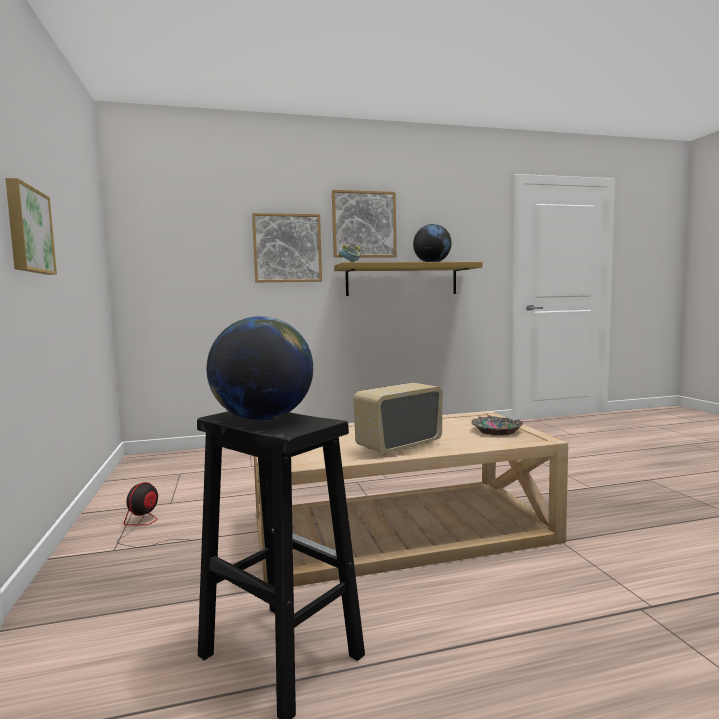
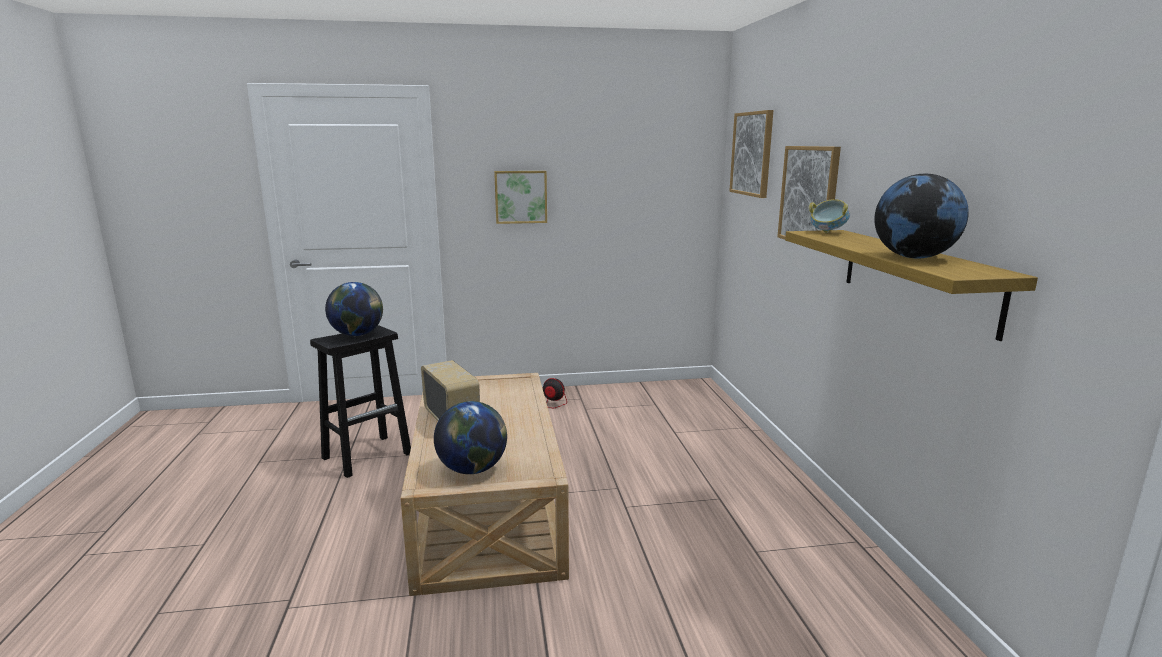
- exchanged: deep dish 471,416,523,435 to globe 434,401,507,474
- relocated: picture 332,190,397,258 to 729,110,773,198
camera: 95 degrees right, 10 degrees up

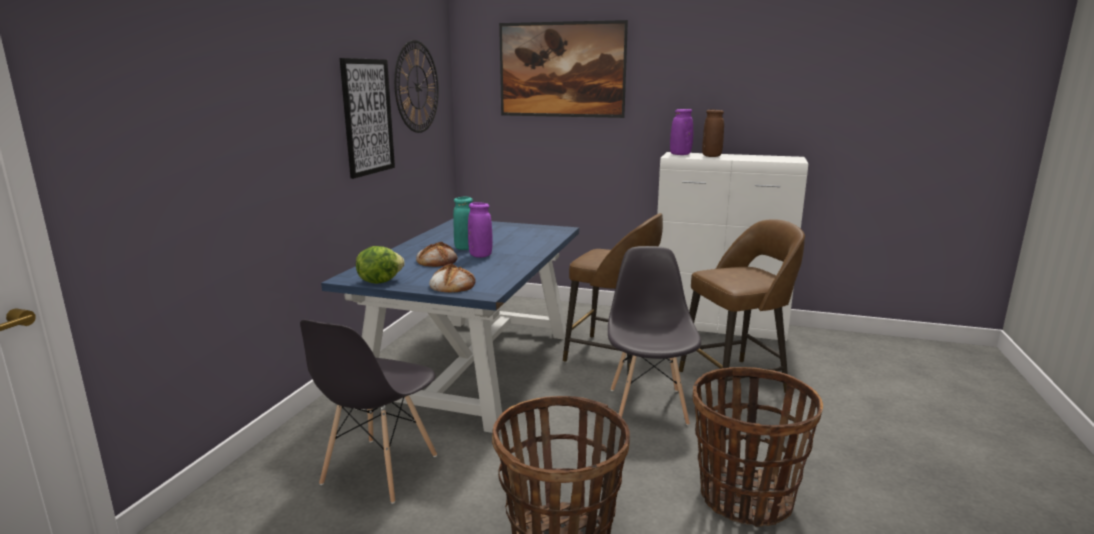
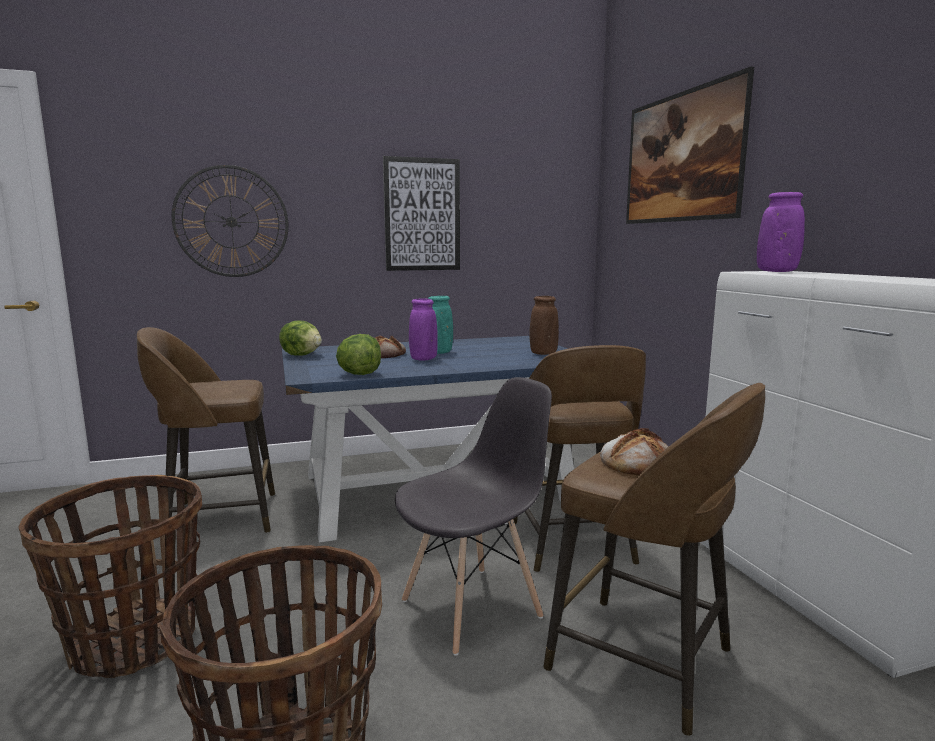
- exchanged: grey chair 300,320,437,504 to brownish sitting stool 137,327,275,533
- relocated: clock on the wall 394,40,439,133 to 172,165,288,277
- appeared: lettuce head 336,334,381,375
- relocated: brownish decorative vase 702,109,724,157 to 530,296,559,355
- relocated: bakery bread 429,263,476,293 to 600,428,668,476
camera: 55 degrees right, 5 degrees down

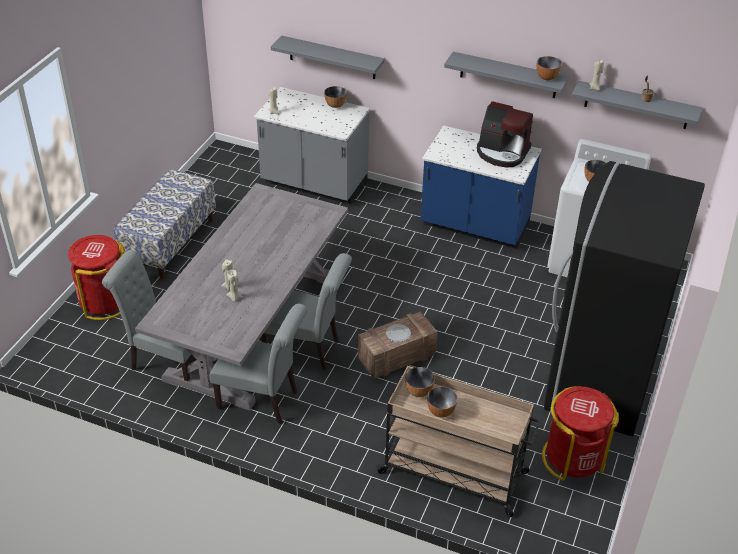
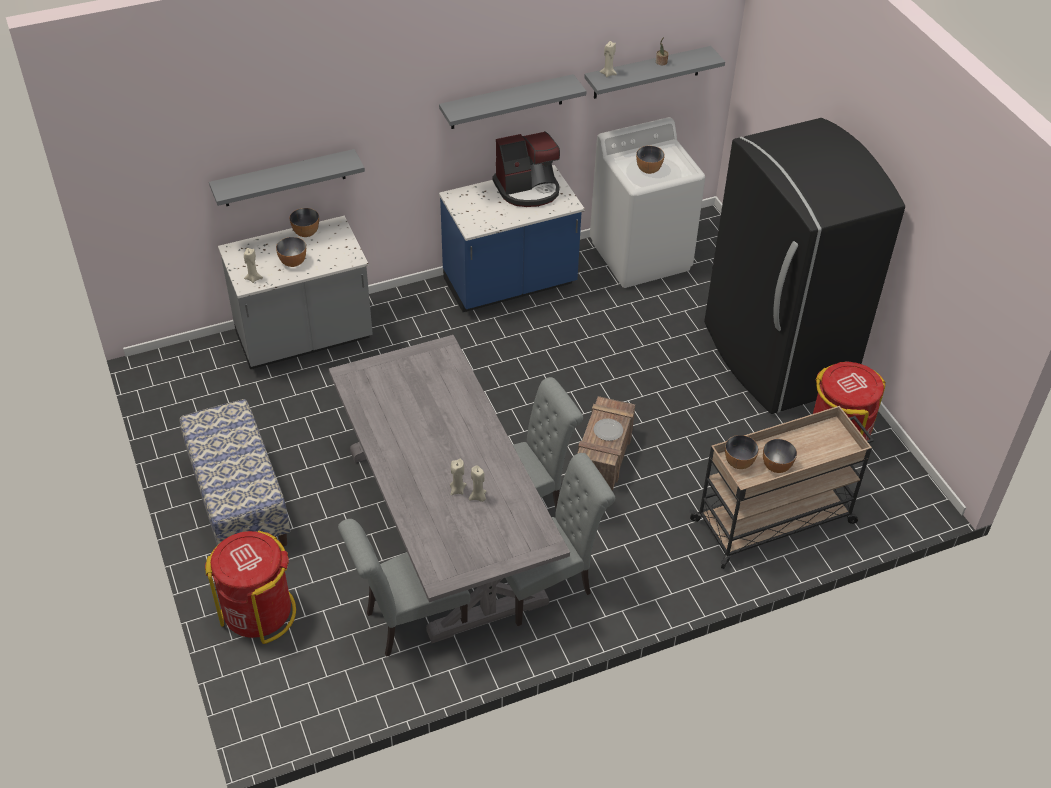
- relocated: deep dish 537,56,562,80 to 276,237,306,267
camera: 45 degrees left, 5 degrees up

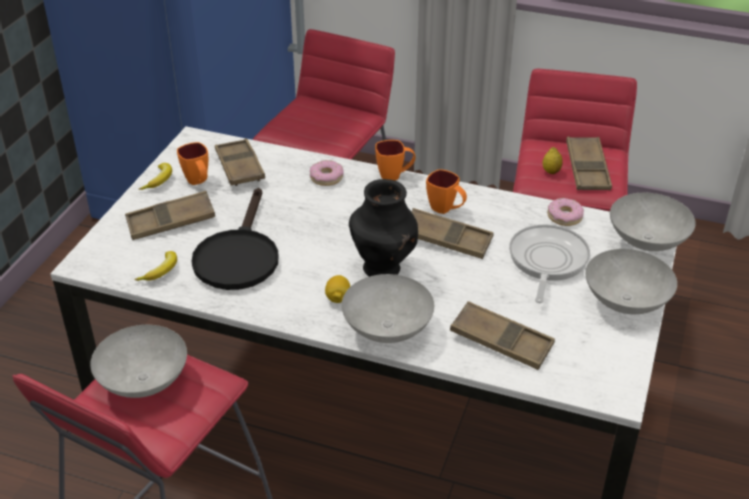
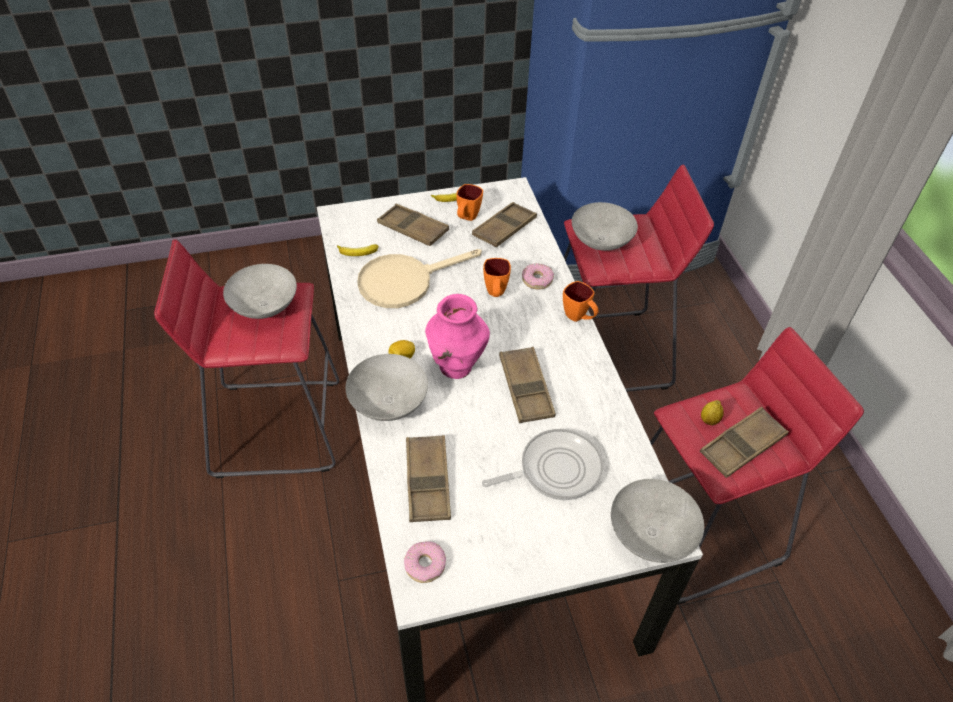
- colour: blackish pan 191,188,278,290 to sand-coloured pan 357,249,482,308
- relocated: doughnut 547,198,584,226 to 404,541,446,583
- colour: blackish decorative vase 349,179,418,277 to pink-coloured decorative vase 425,294,490,379
- relocated: orangey tea mug 426,169,467,214 to 483,258,511,297
- relocated: grey deep dish 586,249,677,314 to 572,202,638,251
camera: 55 degrees right, 10 degrees up

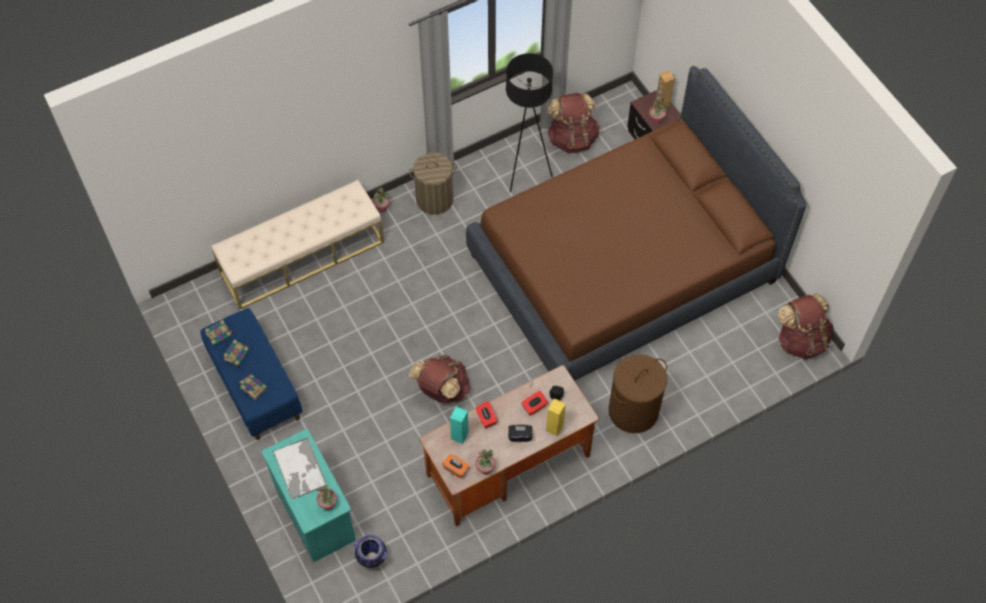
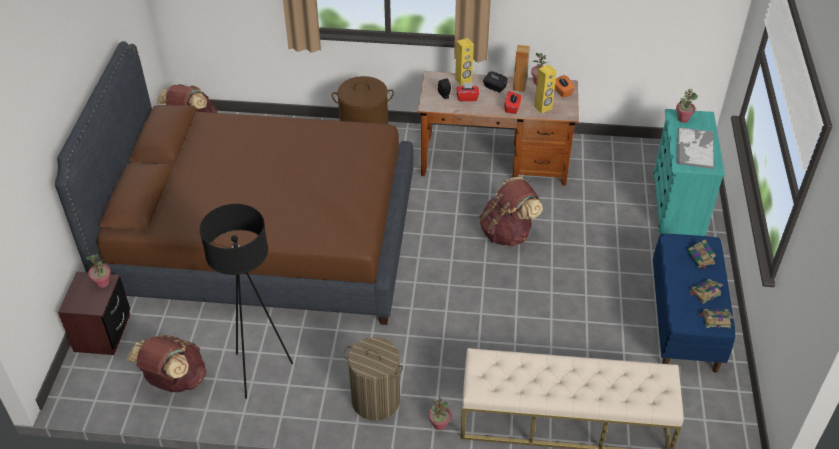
- relocated: brownish speaker 655,70,675,107 to 513,45,530,92
- colour: turquoise speaker 450,406,469,444 to yellow-coloured speaker 534,65,557,113
- missing: decorative vase 354,535,387,568
camera: 145 degrees left, 15 degrees down

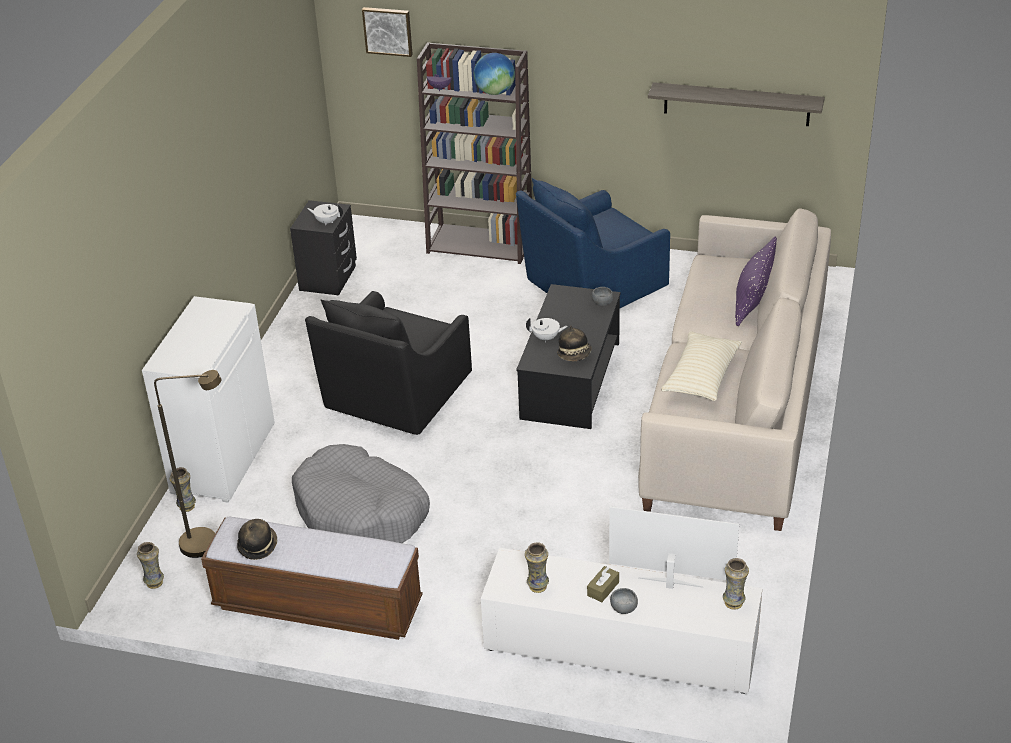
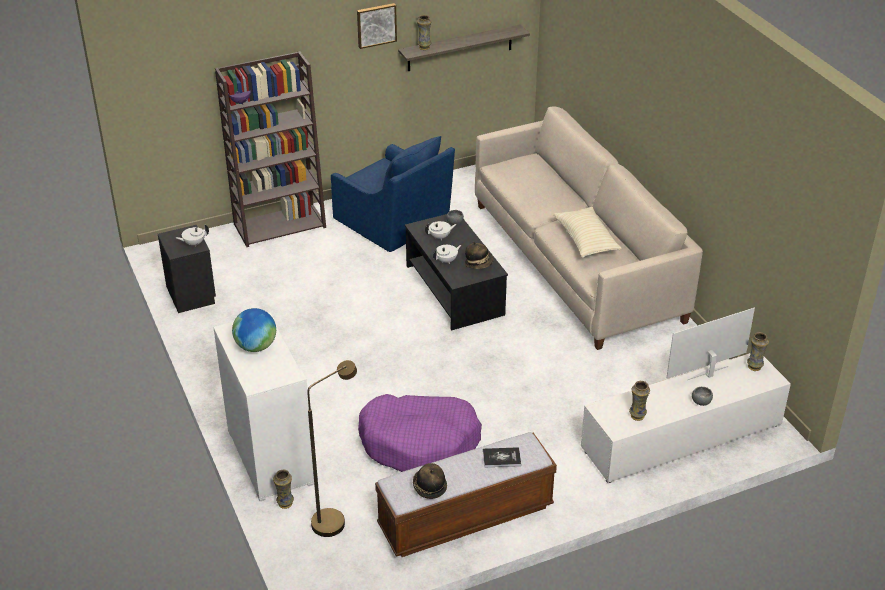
- relocated: globe 474,53,515,95 to 232,308,276,352
- spun: blue-coloured armchair 516,178,670,308 = 331,136,455,252 60 degrees counterclockwise
- relocated: picture 362,7,413,57 to 357,3,397,49
- colour: grey dog bed 292,444,430,543 to purple-coloured dog bed 358,394,482,472
- relocated: decorative vase 137,542,164,589 to 417,15,432,50
- appeared: white teapot 425,221,457,241
- appeared: book 483,447,521,467
- missing: blackish armchair 305,291,472,435
- missing: brownish box of tissues 587,566,619,602
- missing: purple-coloured pillow 735,237,777,326
camera: 40 degrees left, 0 degrees up

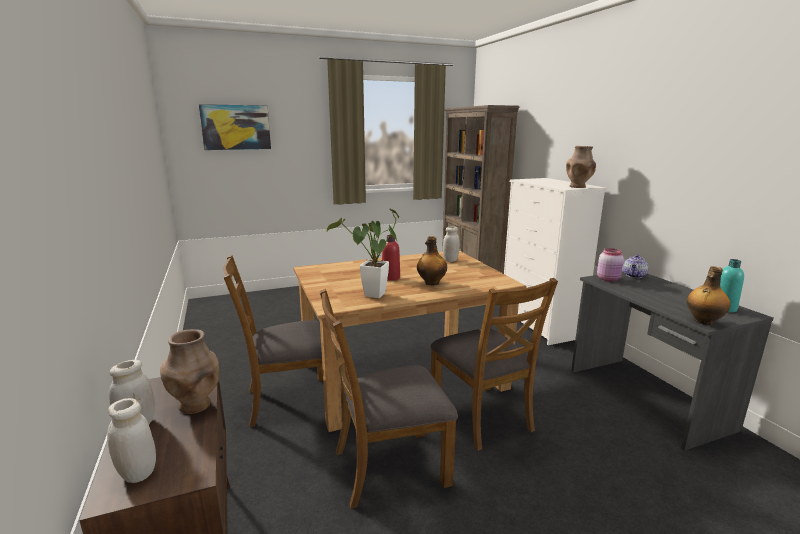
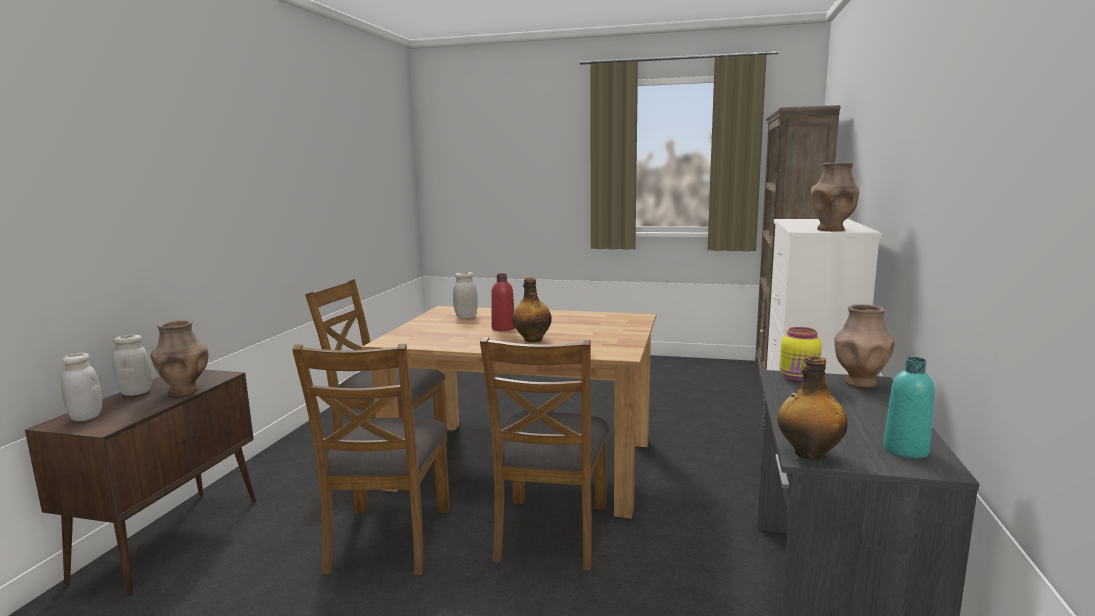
- spun: brownish chair 319,289,458,508 = 292,344,450,575 105 degrees counterclockwise
- relocated: white storage jar 443,226,460,262 to 453,272,478,318
- colour: pink-coloured storage jar 597,248,624,282 to yellow-coloured storage jar 780,327,822,383
- exchanged: teapot 623,255,649,278 to brownish decorative vase 835,304,895,389
- missing: picture 199,104,271,150
- missing: houseplant 327,209,399,298
camera: 35 degrees right, 5 degrees down

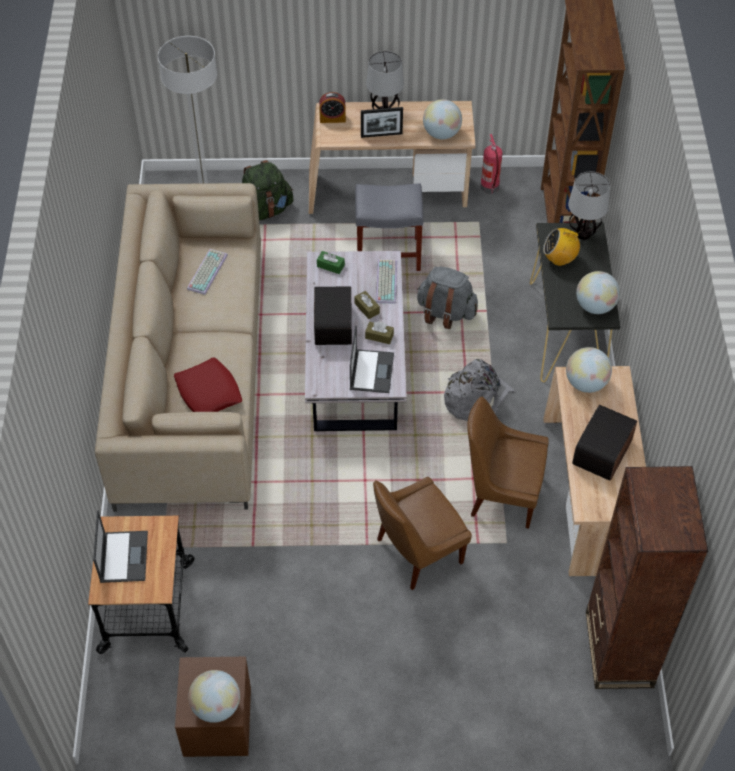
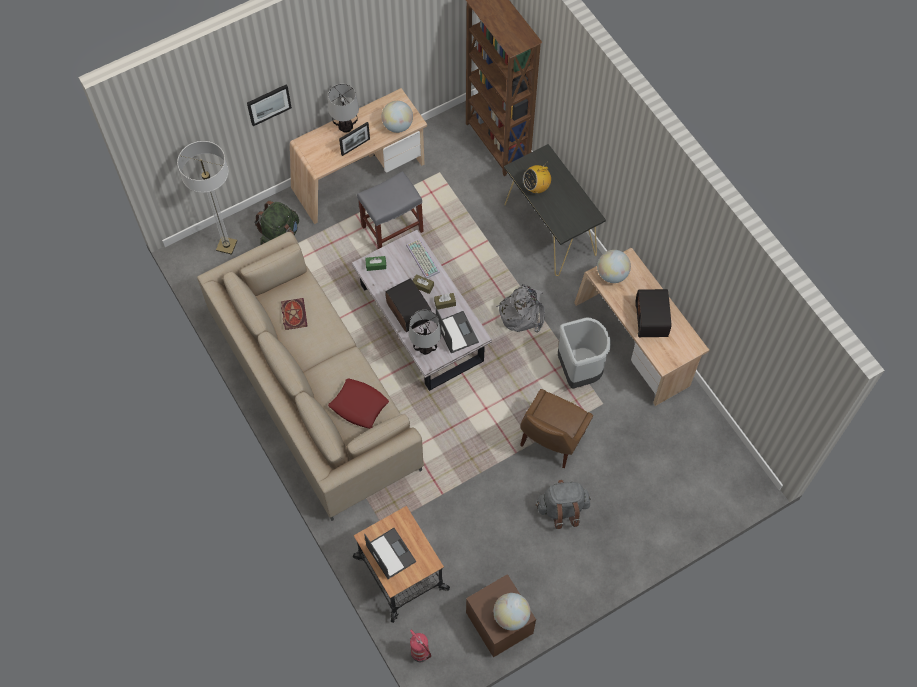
- appeared: picture 247,85,292,126
- exchanged: PC keyboard 187,249,228,295 to book 281,298,307,330
- relocated: tabletop lamp 568,171,610,240 to 409,310,441,355
- relocated: fire-fighting cylinder 481,134,502,194 to 410,630,431,662
- relocated: grey backpack 417,266,478,329 to 536,480,591,529
- exchanged: brownish chair 467,397,549,529 to grey trash can 558,317,611,389
- missing: alarm clock 319,92,346,123
- missing: globe 576,271,620,314
- missing: brownish shelving unit 586,466,708,689
camera: 30 degrees left, 10 degrees up

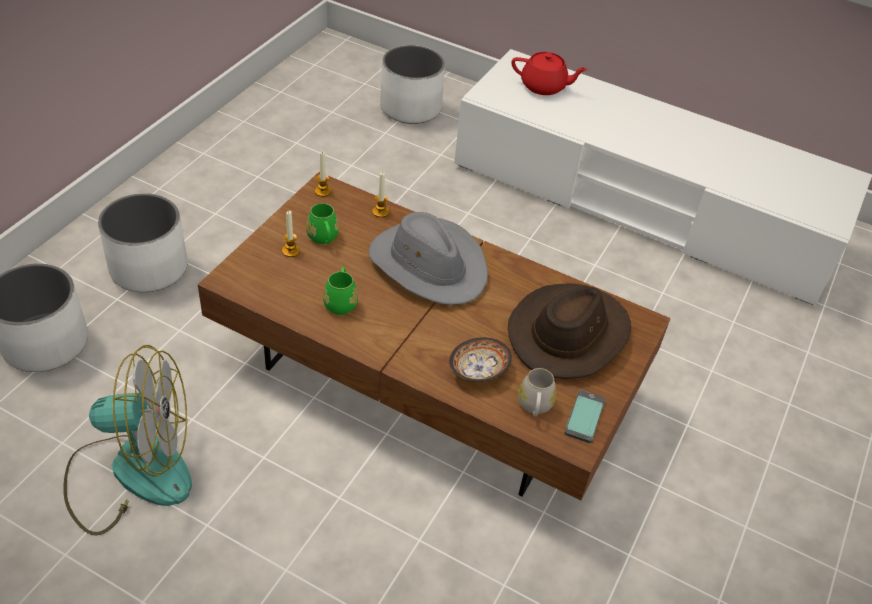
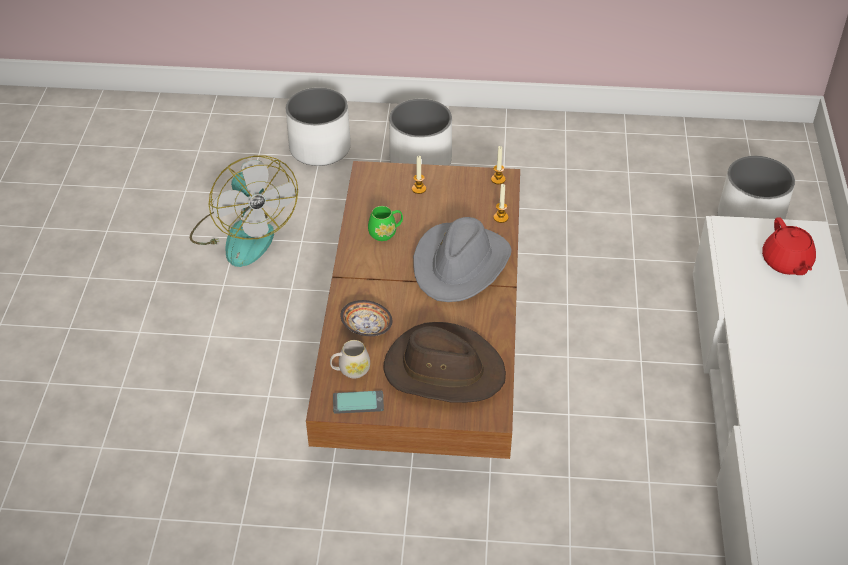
- missing: greenish tea mug 306,203,339,244
camera: 70 degrees right, 0 degrees up

